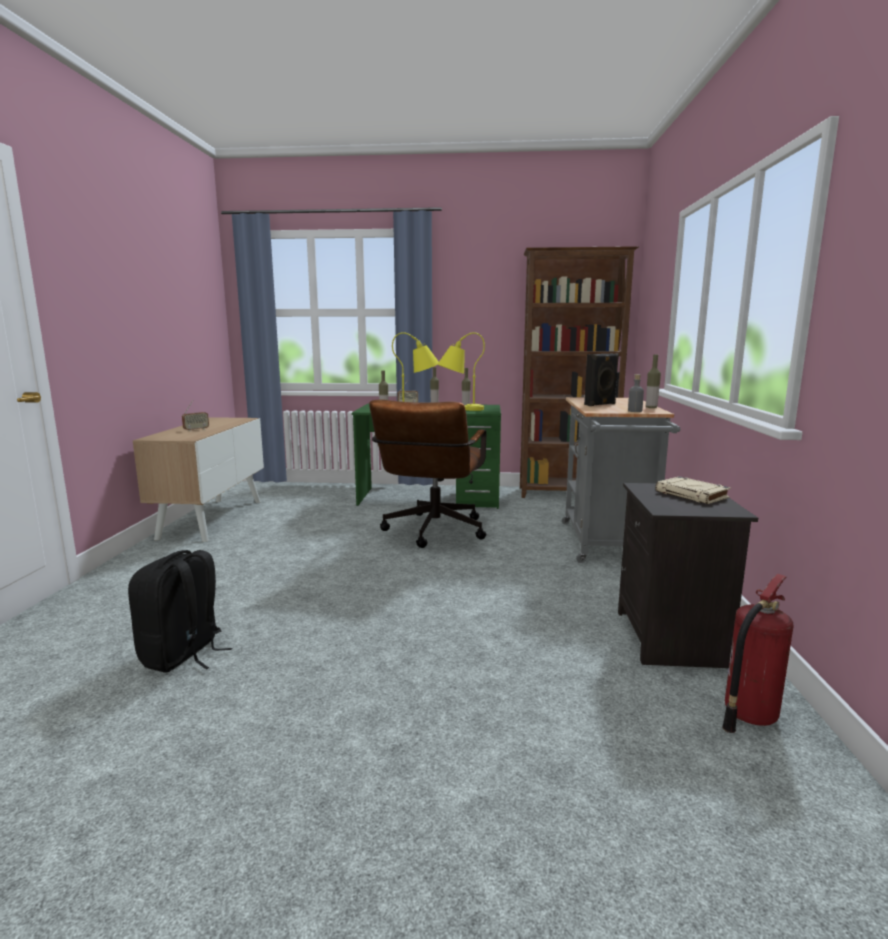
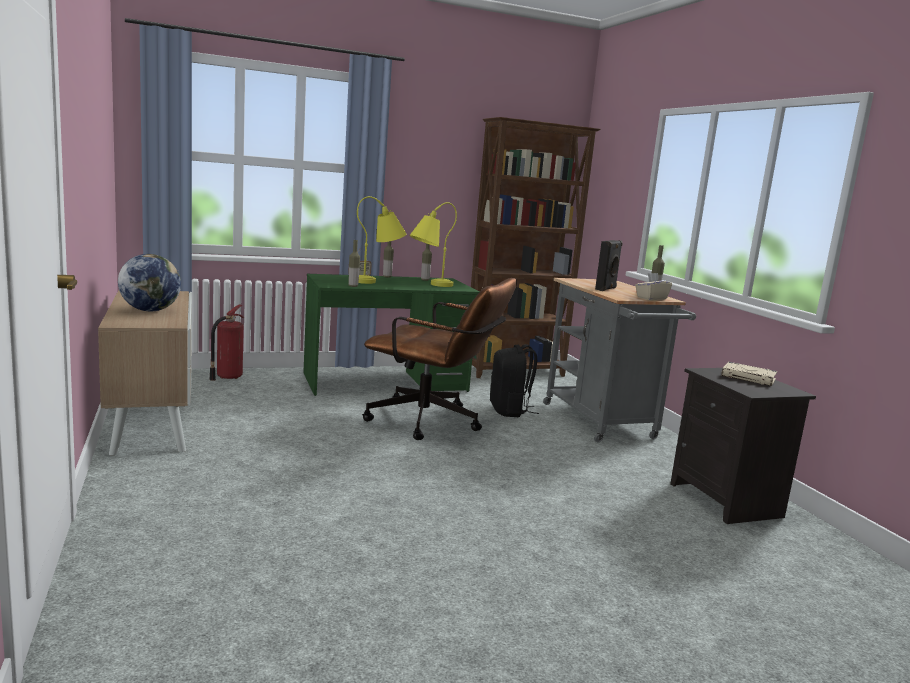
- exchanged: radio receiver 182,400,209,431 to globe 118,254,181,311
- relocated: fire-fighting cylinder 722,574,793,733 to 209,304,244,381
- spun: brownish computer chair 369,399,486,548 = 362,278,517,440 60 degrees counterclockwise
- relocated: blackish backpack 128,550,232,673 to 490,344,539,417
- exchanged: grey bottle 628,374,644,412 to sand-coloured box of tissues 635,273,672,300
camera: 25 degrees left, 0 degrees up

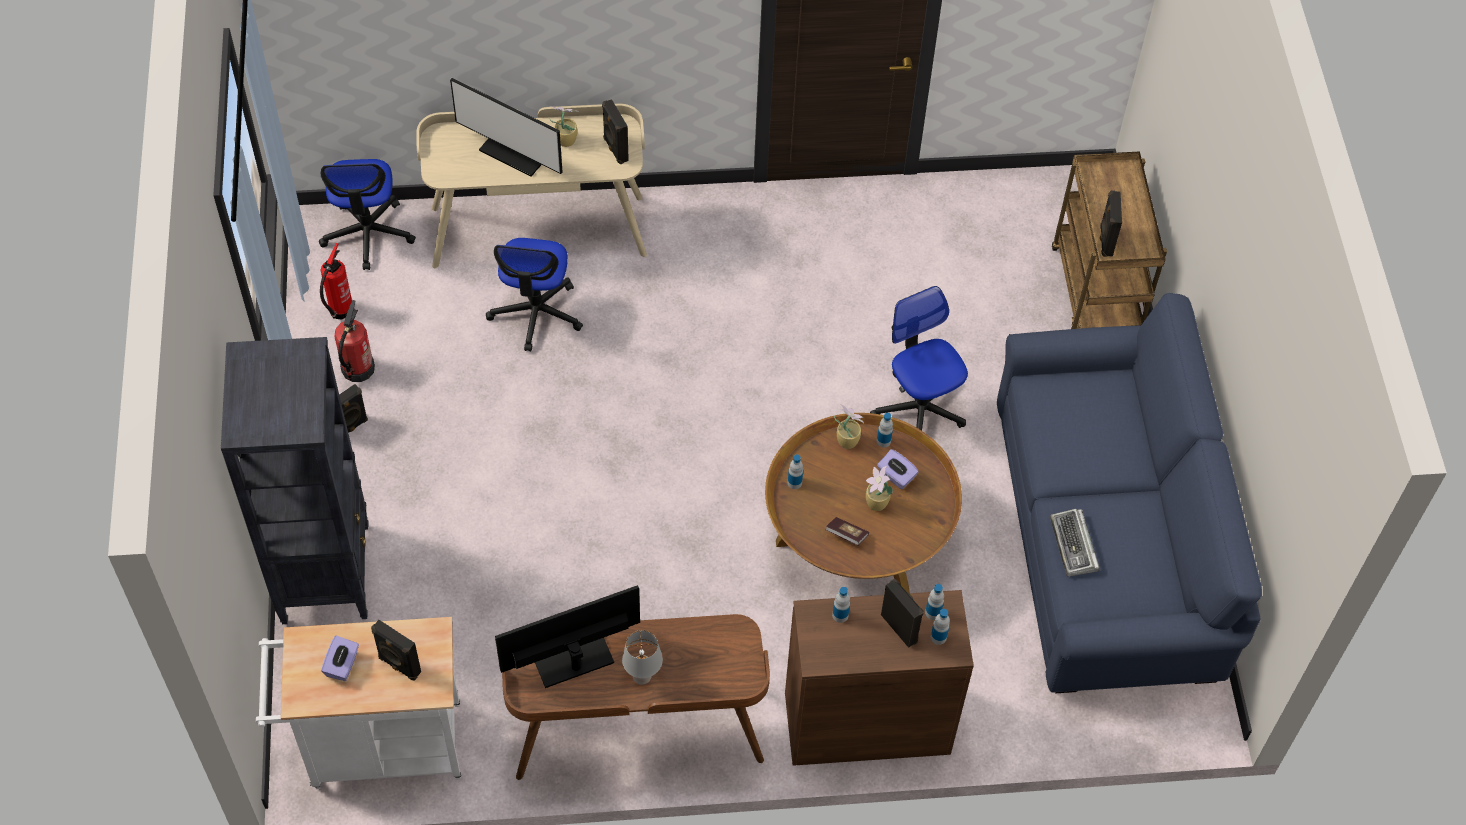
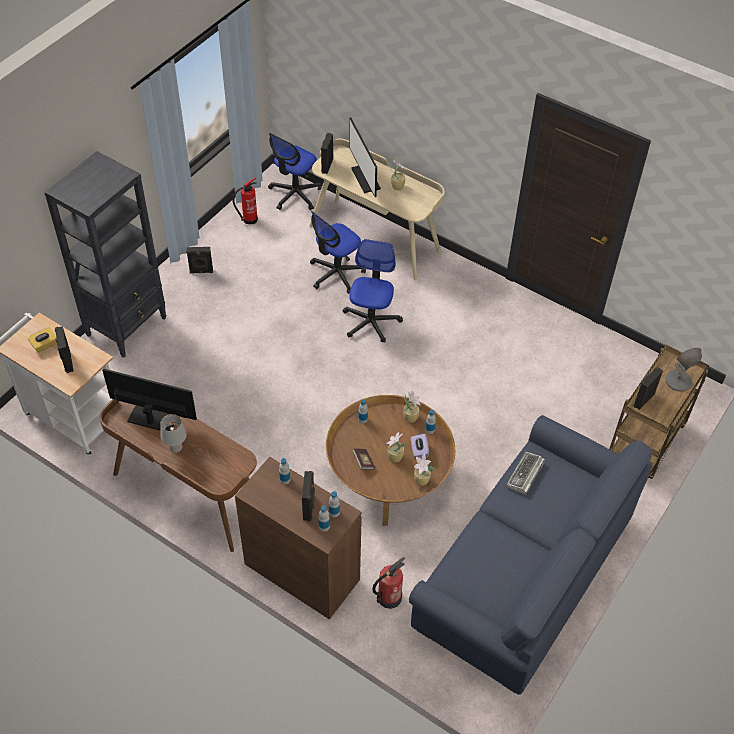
- colour: purple-coloured box of tissues 321,635,359,681 to yellow-coloured box of tissues 28,327,56,353
- relocated: blackish speaker 602,99,629,164 to 321,133,333,174
- relocated: computer chair 870,286,968,431 to 343,239,403,343
- relocated: fire-fighting cylinder 334,300,375,382 to 372,557,405,609
- appeared: houseplant 414,454,434,486
- relocated: PC keyboard 1050,509,1100,577 to 506,451,545,495
- appeared: grey tabletop lamp 666,348,702,391
camera: 40 degrees right, 5 degrees down

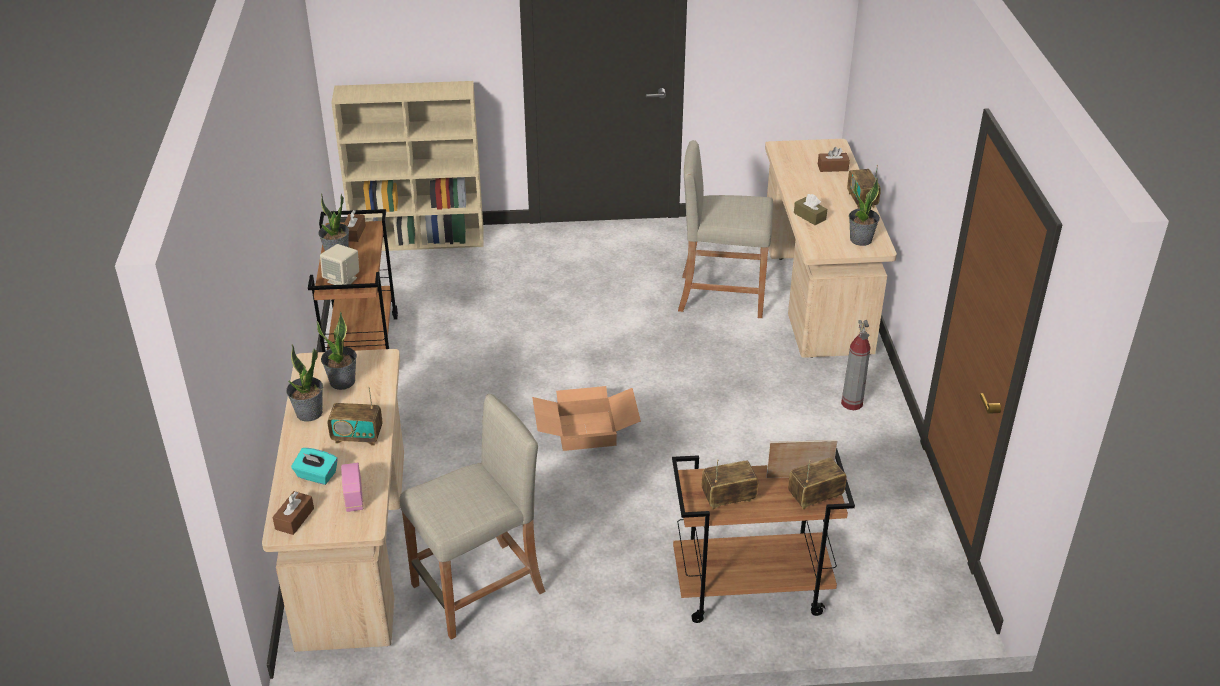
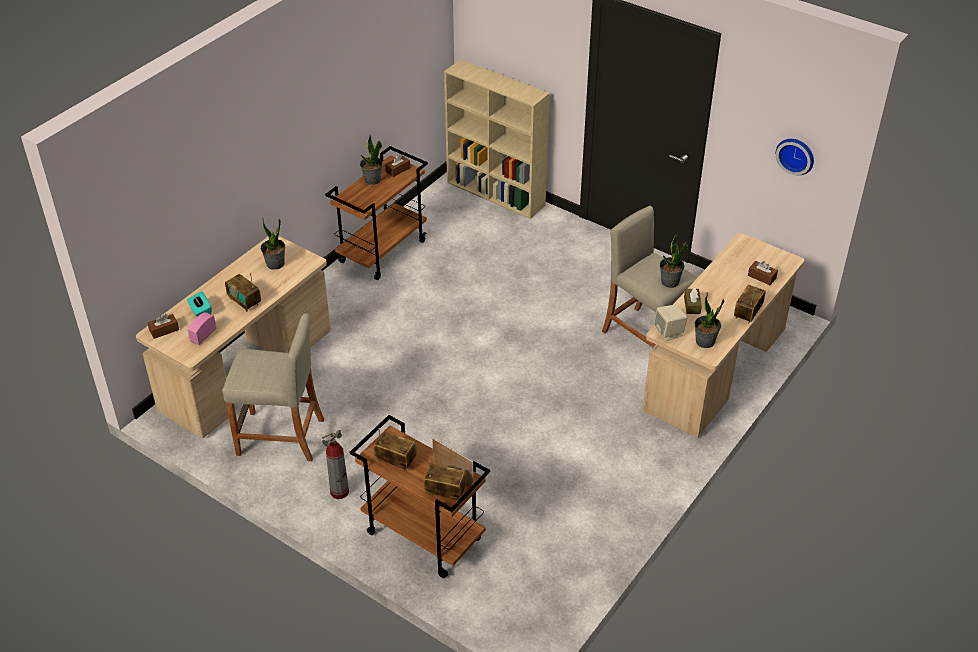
- relocated: fire-fighting cylinder 841,320,870,410 to 322,430,349,499
- relocated: sand-coloured speaker 320,244,359,285 to 654,304,687,341
- relocated: houseplant 286,344,323,422 to 660,234,688,288
- appeared: clock on the wall 776,139,814,175
- missing: carton 532,386,641,451
camera: 40 degrees right, 5 degrees up

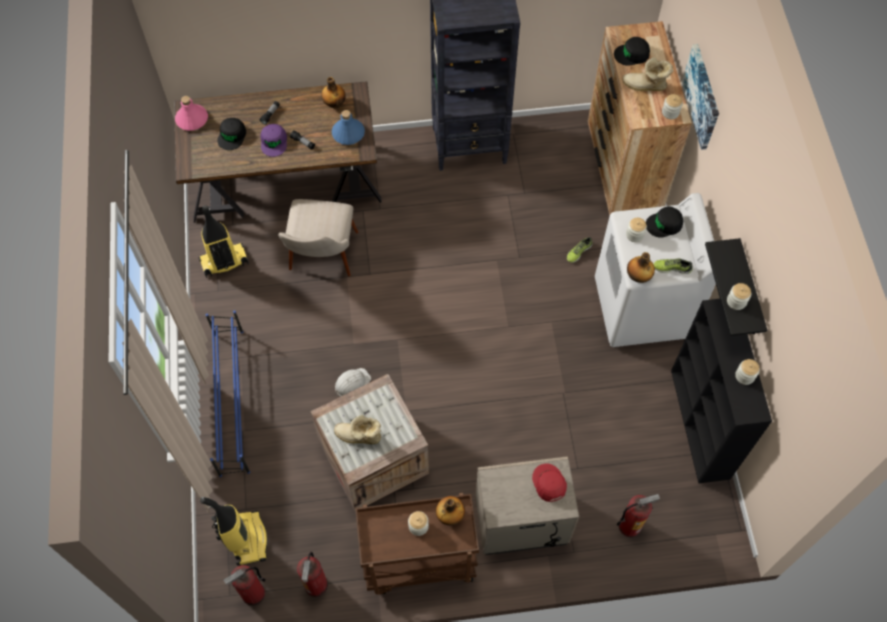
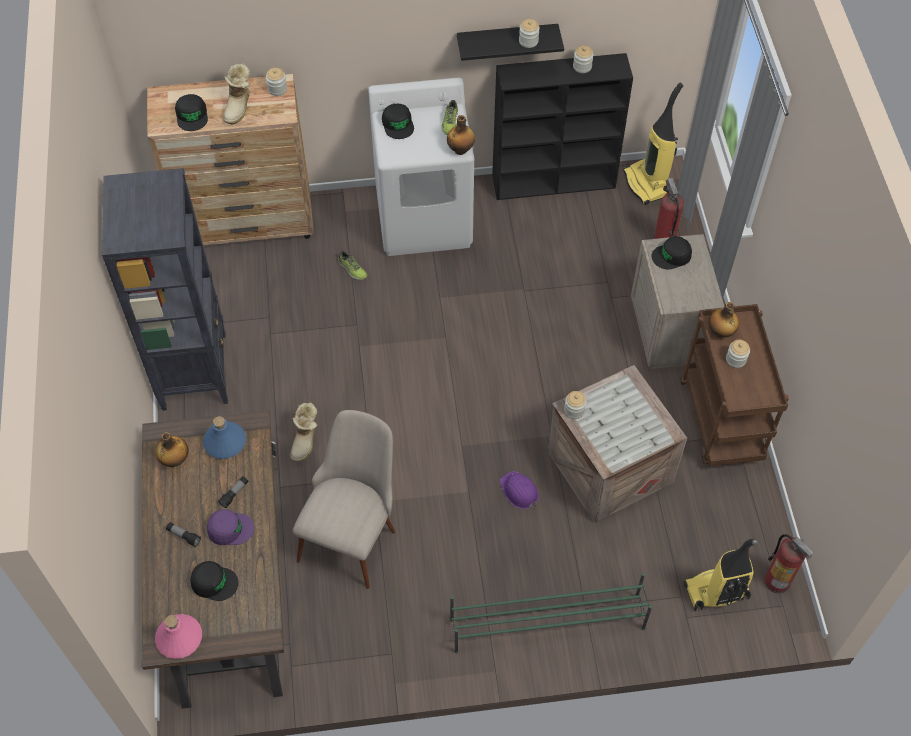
- relocated: boot 334,415,381,444 to 290,402,318,462
- spun: sand-coloured chair 278,199,358,276 = 293,410,395,589 75 degrees counterclockwise
- colour: blue-coloured shoe rack 206,310,250,477 to greenish shoe rack 450,573,652,653
- colour: white safety helmet 335,368,371,396 to purple-coloured safety helmet 500,471,539,509
- relocated: storage jar 626,218,647,242 to 564,391,587,419
- relocated: vacuum 199,205,249,278 to 623,83,683,205
- colour: red-coloured peaked cap 532,464,567,502 to blackish peaked cap 652,236,692,269
- missing: fire-fighting cylinder 297,552,328,597
- missing: picture 682,44,719,150
camera: 90 degrees left, 5 degrees down

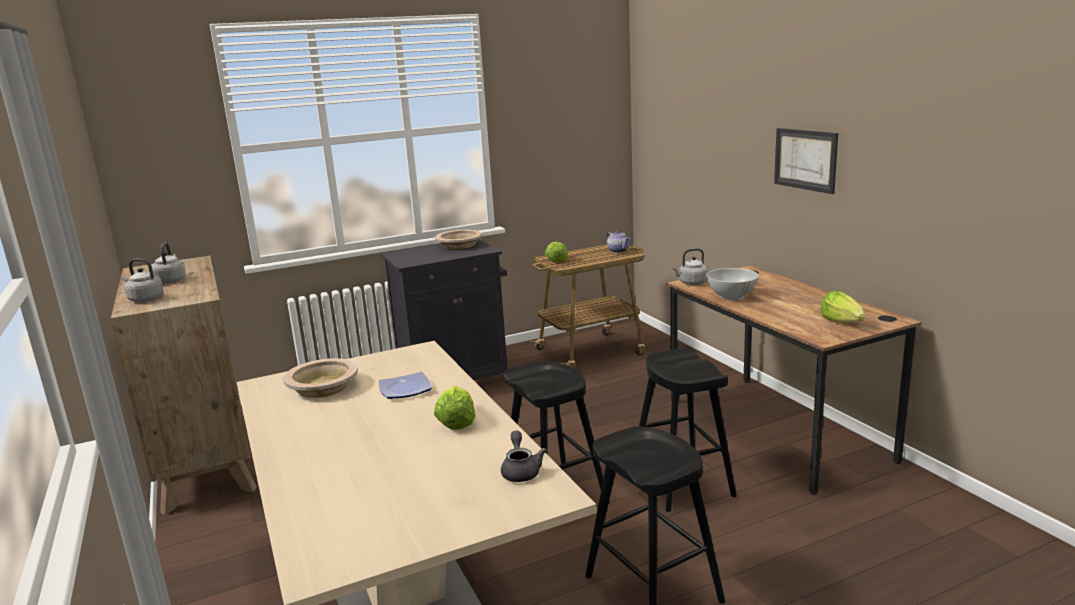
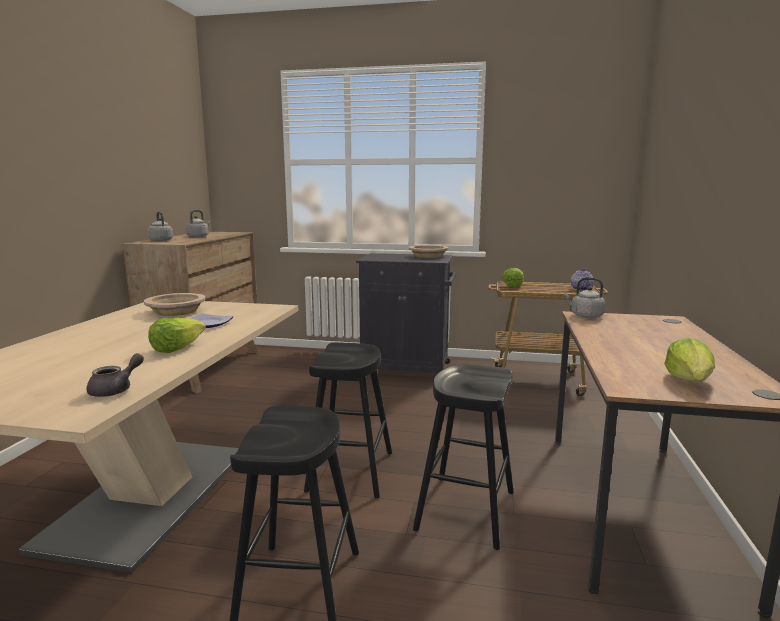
- missing: white deep dish 706,268,759,300
- missing: picture 774,128,838,194
camera: 35 degrees right, 5 degrees down

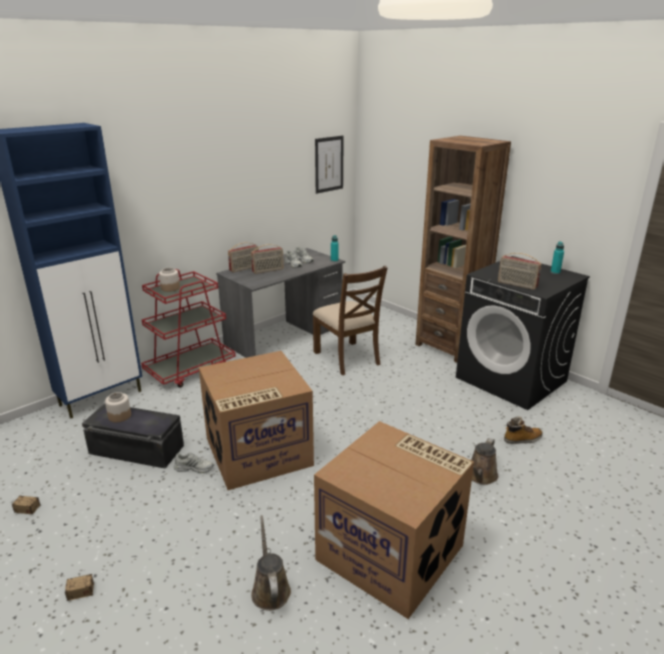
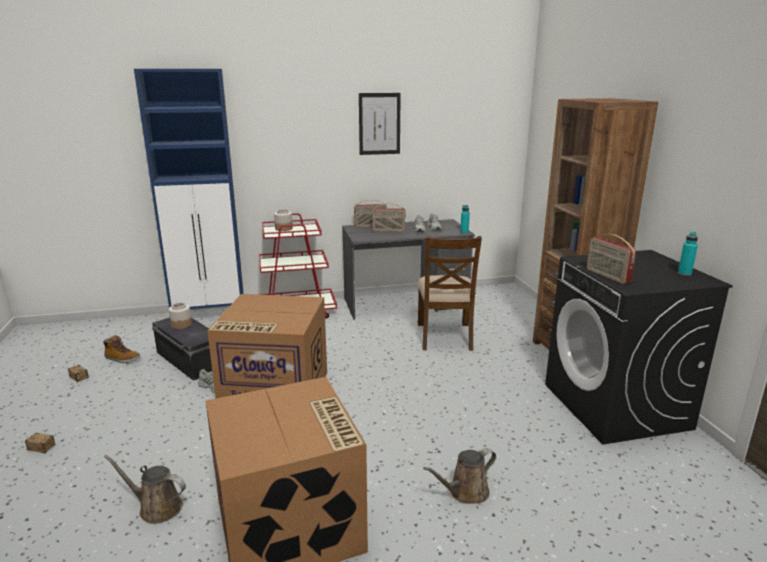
- relocated: boot 504,417,543,444 to 103,335,140,363
- spun: brownish sprinkling can 251,515,291,611 = 104,455,186,524 90 degrees counterclockwise
- relocated: picture 315,136,344,194 to 359,93,401,155
camera: 30 degrees right, 5 degrees down

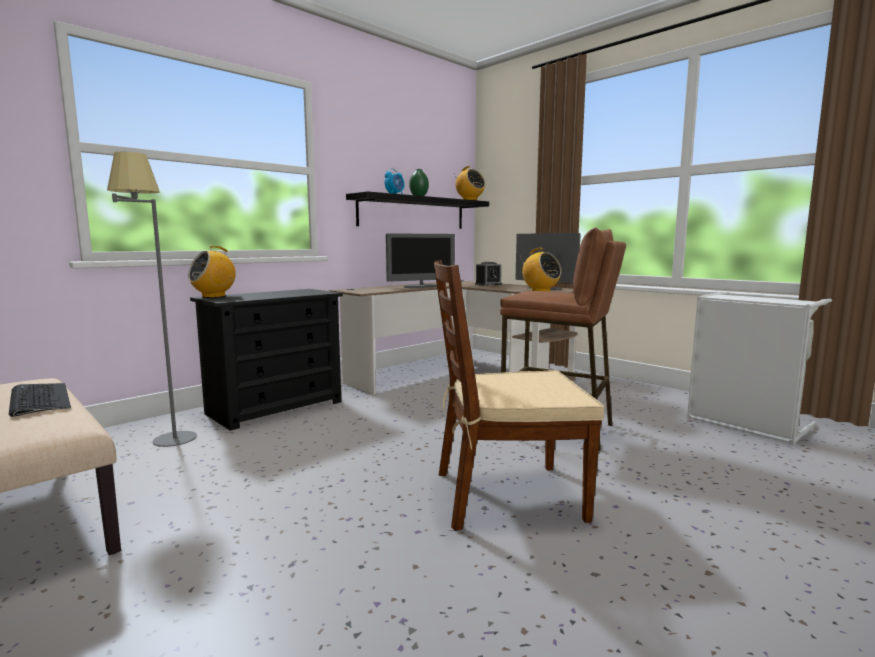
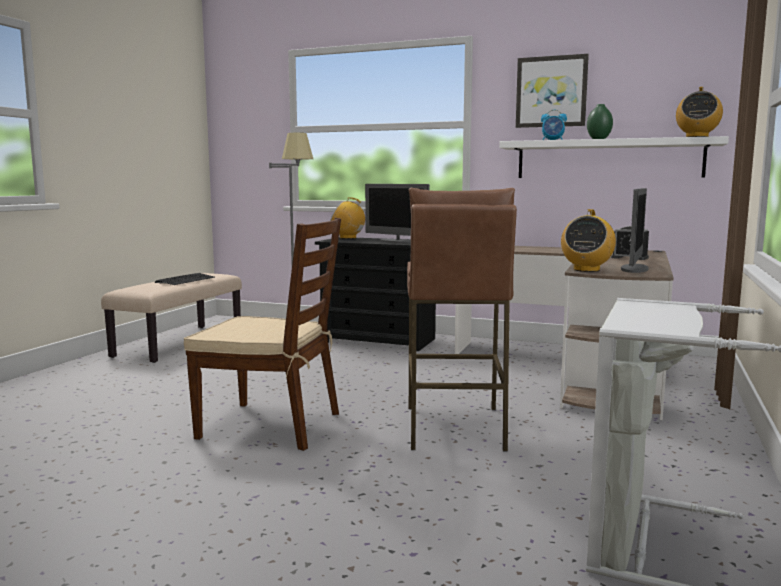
- spun: brownish chair 434,260,604,531 = 183,218,341,451 135 degrees clockwise
- relocated: computer screen 386,233,455,288 to 365,184,430,243
- colour: blackish wall shelf 346,191,489,229 to white wall shelf 499,136,729,178
- appeared: picture 516,54,589,128
camera: 65 degrees right, 0 degrees up

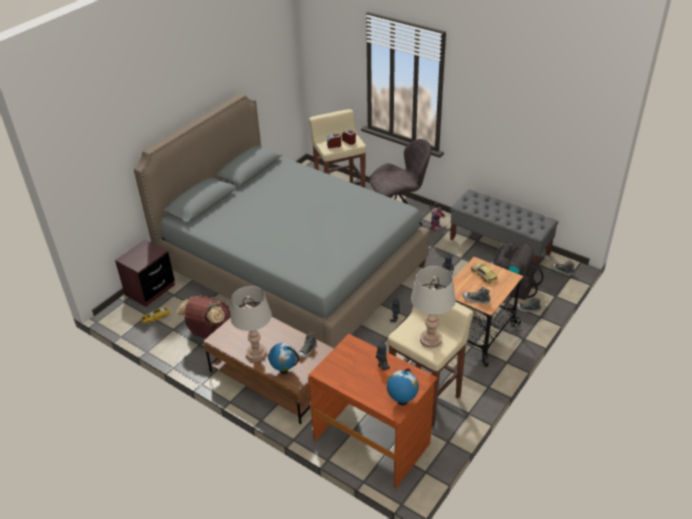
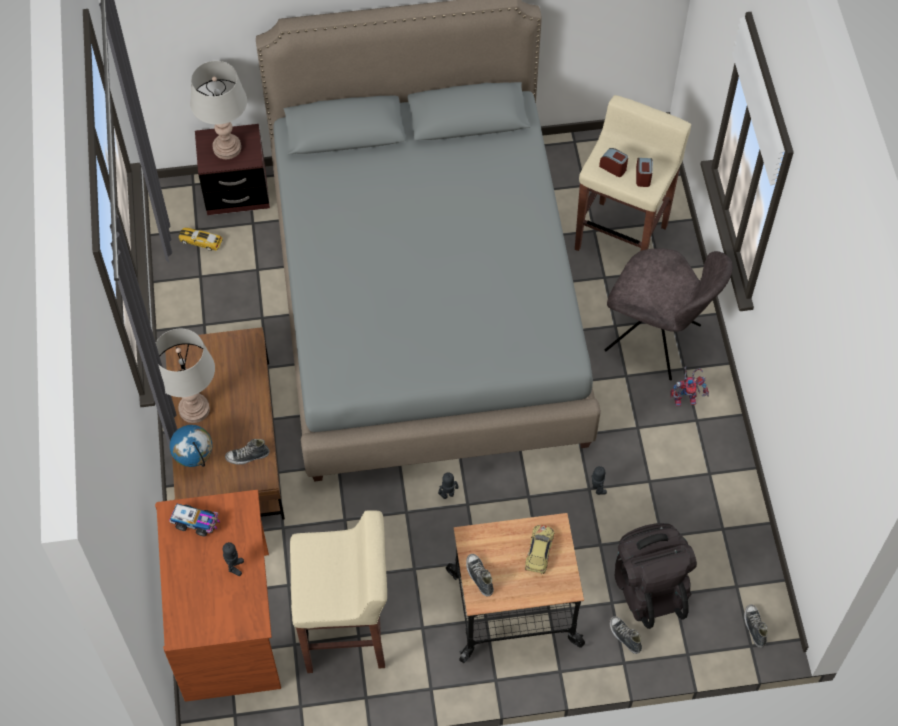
- appeared: model truck 169,504,220,537
- relocated: grey tabletop lamp 411,266,456,348 to 190,61,247,159
- missing: brownish backpack 176,295,231,338
- missing: globe 387,369,419,405
- missing: grey bench 450,189,558,273
camera: 45 degrees right, 20 degrees up

